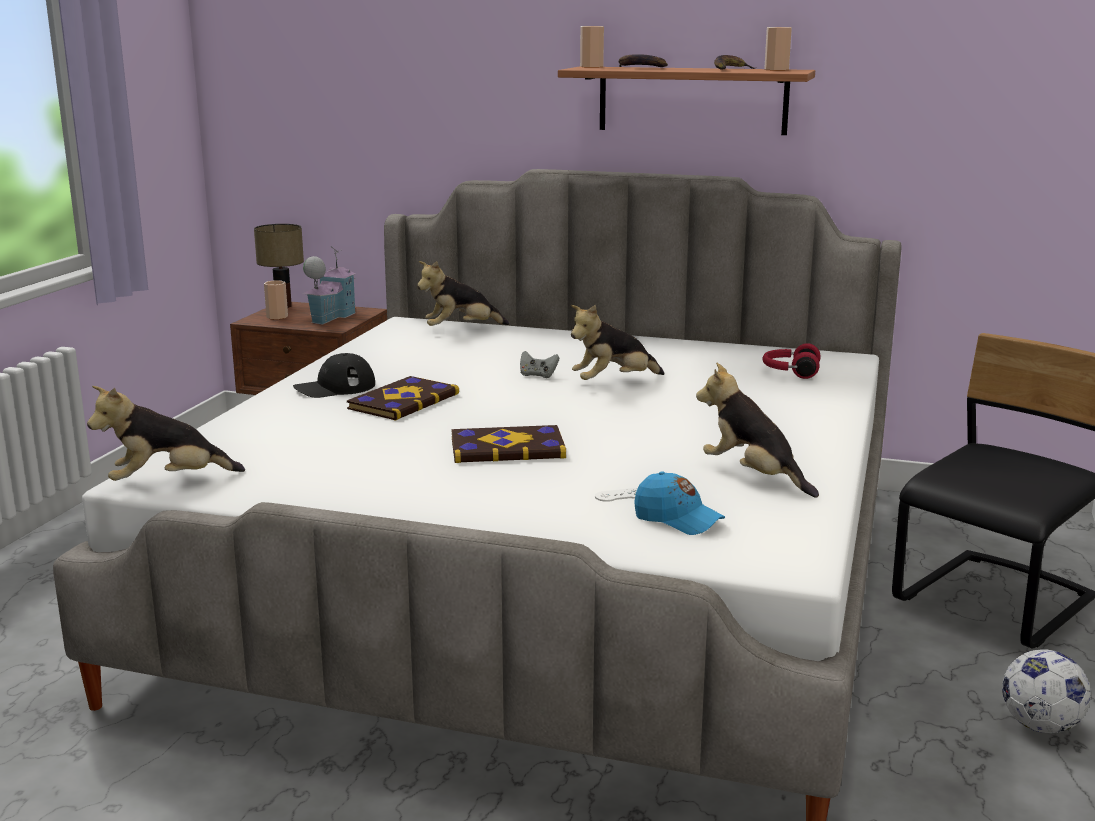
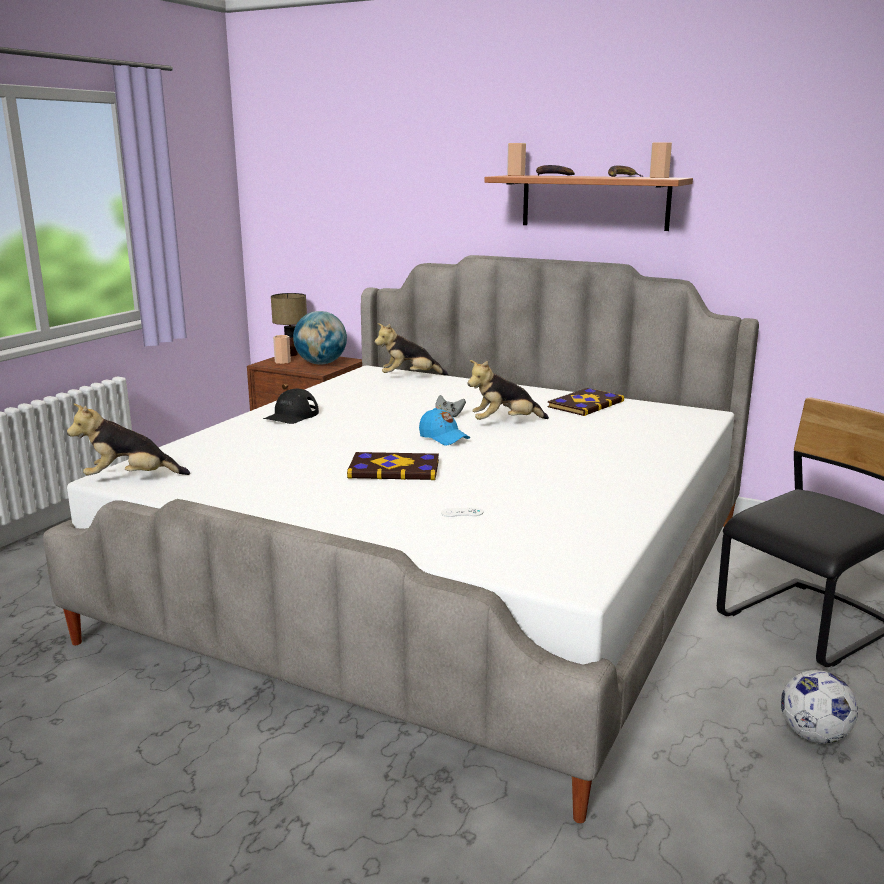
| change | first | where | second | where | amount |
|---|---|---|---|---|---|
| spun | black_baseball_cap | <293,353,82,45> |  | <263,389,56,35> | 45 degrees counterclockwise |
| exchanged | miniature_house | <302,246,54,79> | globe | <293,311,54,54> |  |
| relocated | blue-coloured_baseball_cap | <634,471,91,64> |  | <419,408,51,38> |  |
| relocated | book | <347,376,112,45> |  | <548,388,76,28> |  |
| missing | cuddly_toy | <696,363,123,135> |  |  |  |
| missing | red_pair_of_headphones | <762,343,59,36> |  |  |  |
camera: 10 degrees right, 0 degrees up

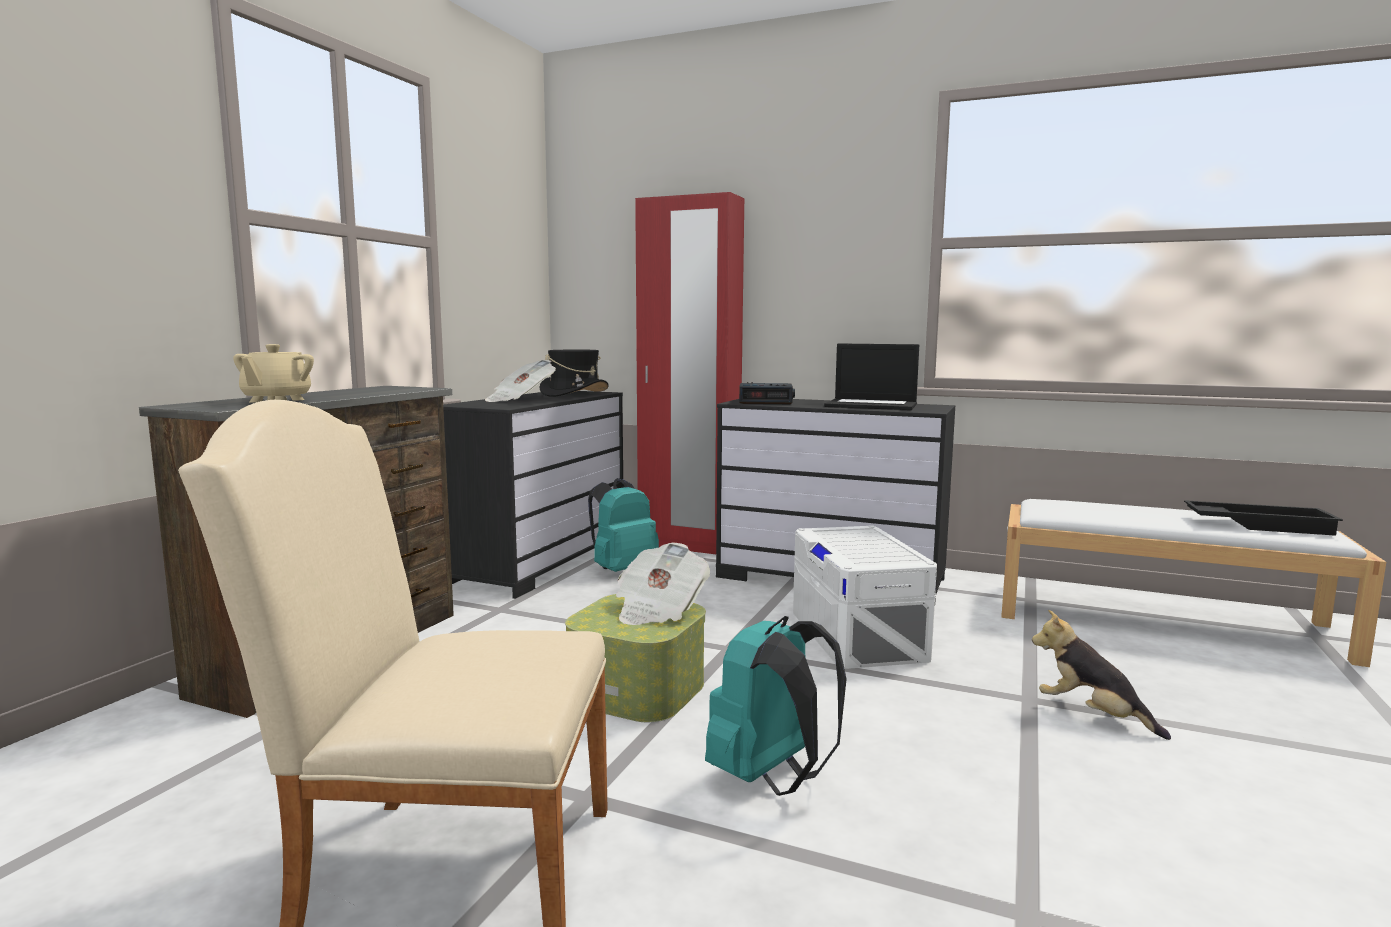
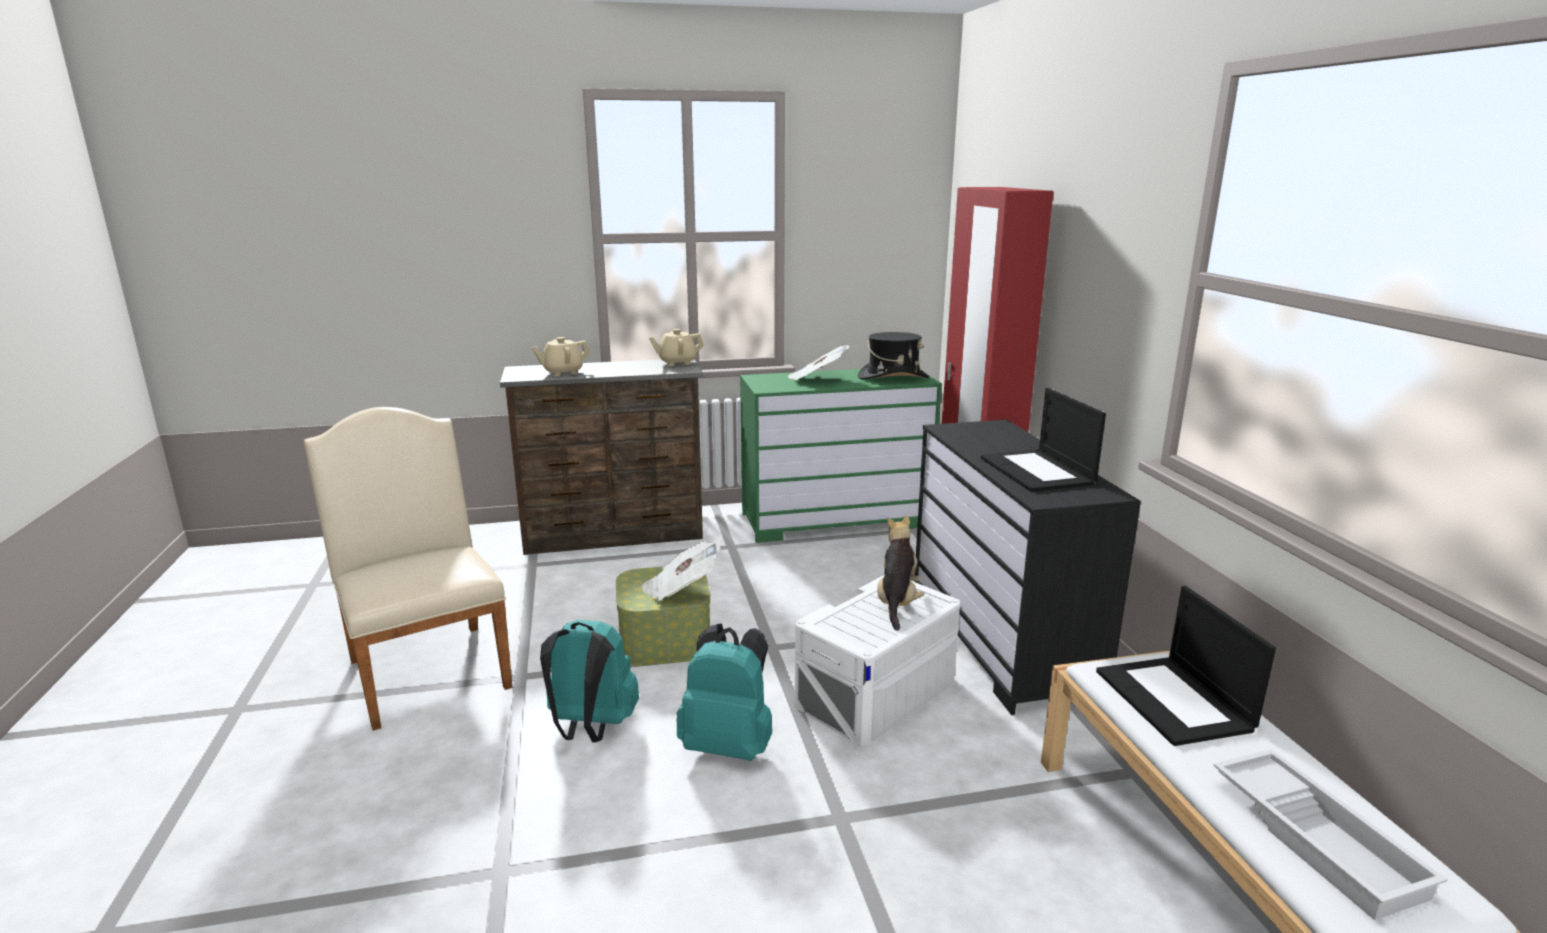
| change | first | where | second | where | amount |
|---|---|---|---|---|---|
| appeared |  |  | beige_pot_for_tea | <649,329,55,37> |  |
| relocated | blue-green_knapsack | <588,478,71,94> |  | <676,623,96,138> |  |
| colour | black_dresser | <443,391,180,208> | greenish_dresser | <740,369,202,174> |  |
| relocated | cuddly_toy | <1032,610,139,130> |  | <877,515,47,116> |  |
| appeared |  |  | notebook_computer | <1096,586,180,160> |  |
| colour | black_tray | <1184,500,159,36> | white_tray | <1213,749,235,171> |  |
| missing | table_clock | <739,382,56,22> |  |  |  |
camera: 55 degrees right, 10 degrees up

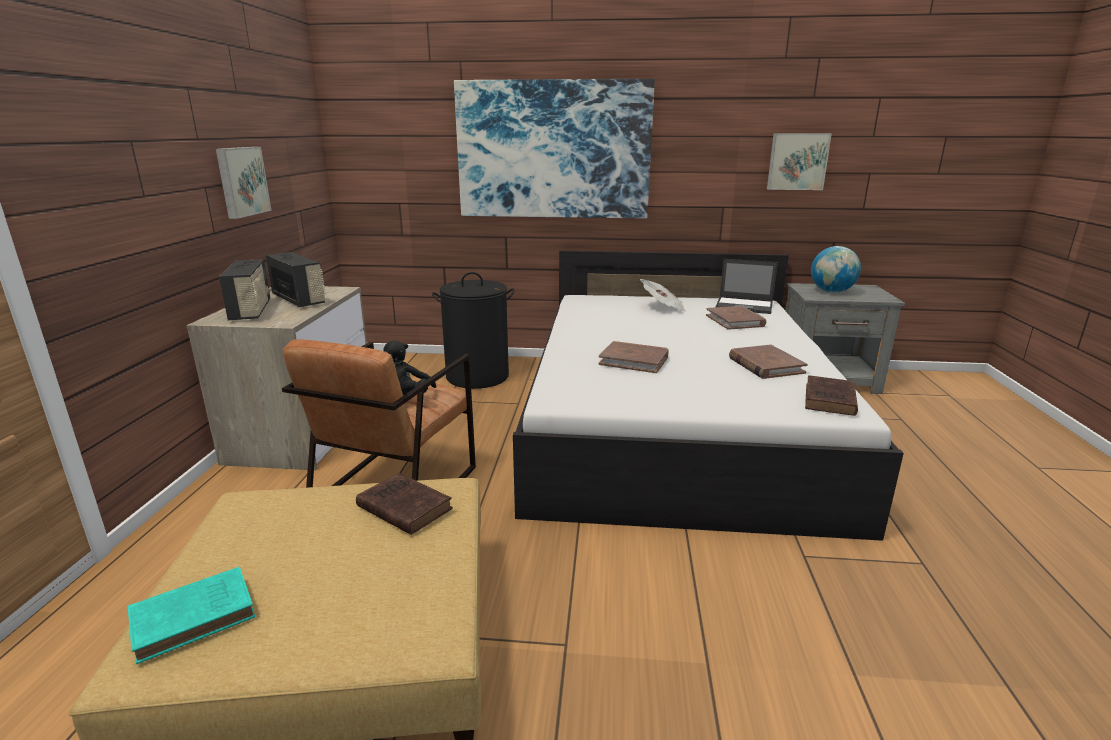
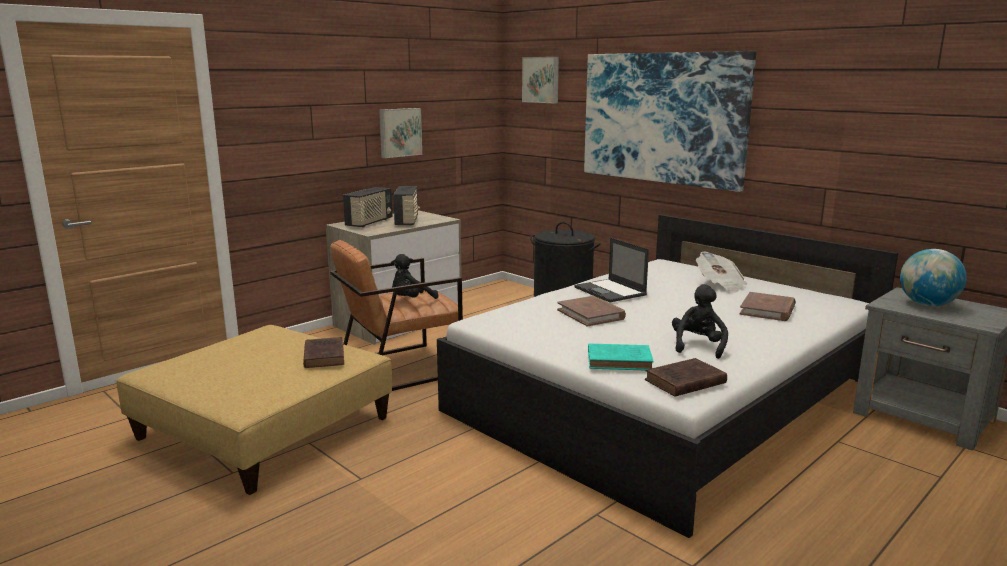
| change | first | where | second | where | amount |
|---|---|---|---|---|---|
| relocated | wall_picture | <767,133,65,57> |  | <522,57,37,46> |  |
| relocated | notebook_computer | <716,259,62,55> |  | <574,238,75,64> |  |
| relocated | blue-green_book | <127,566,128,98> |  | <588,343,65,27> |  |
| exchanged | brown-coloured_book | <729,345,78,34> | black_cuddly_toy | <672,284,56,75> |  |
camera: 40 degrees right, 5 degrees down

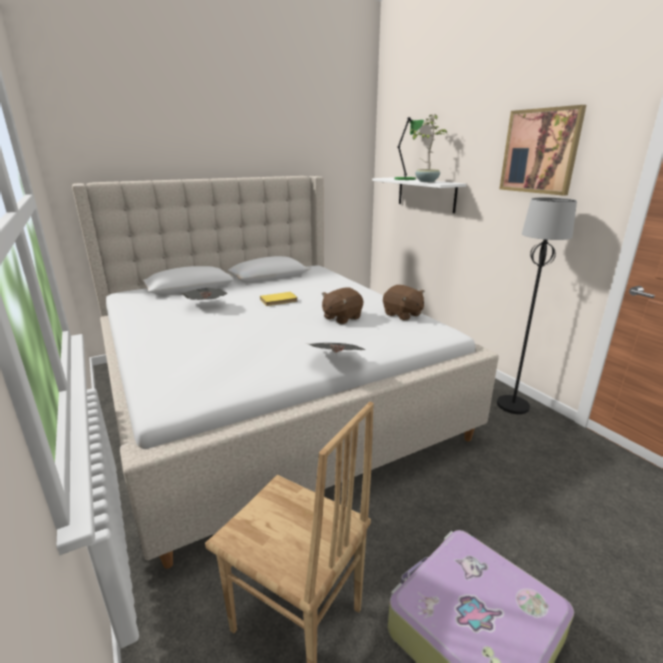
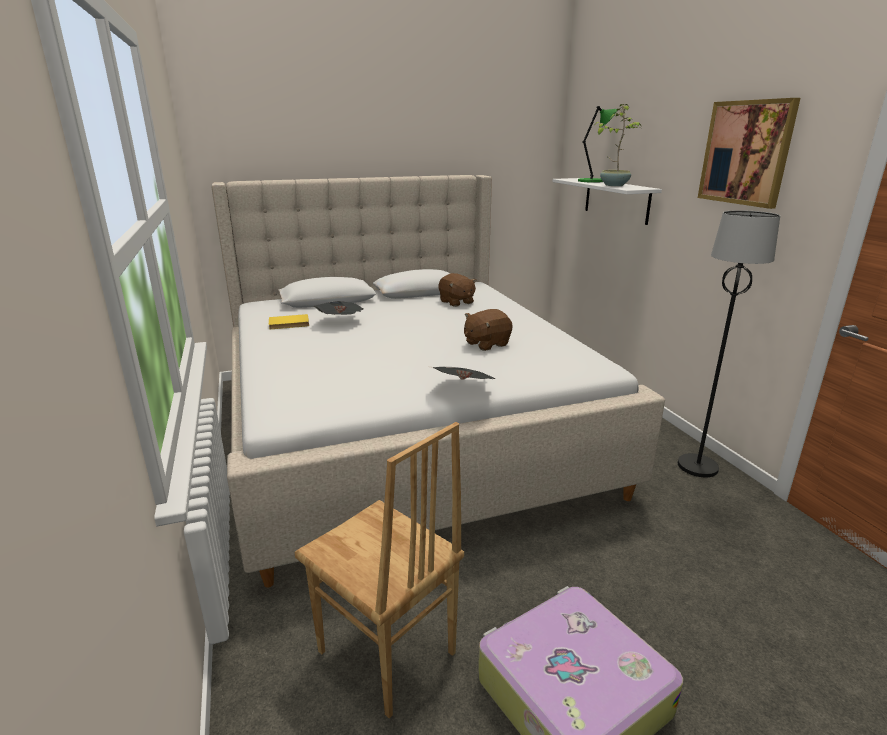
| change | first | where | second | where | amount |
|---|---|---|---|---|---|
| relocated | yellow-coloured_book | <260,292,38,14> |  | <269,314,40,15> |  |
| relocated | brown-coloured_cuddly_toy | <383,285,42,36> |  | <438,273,39,34> |  |
camera: 10 degrees right, 0 degrees up

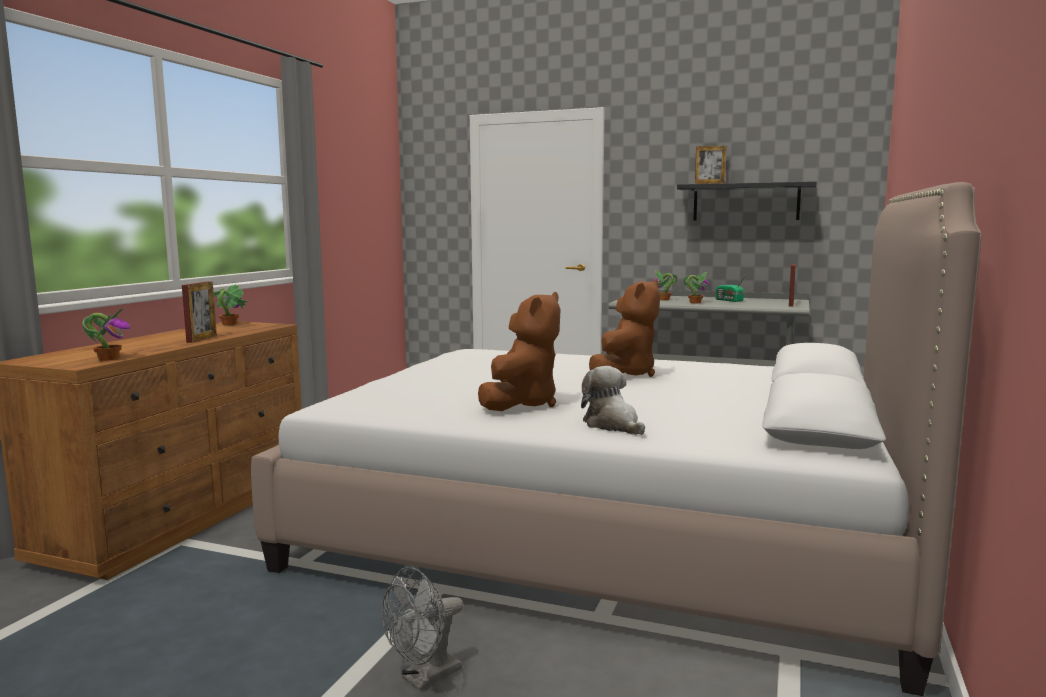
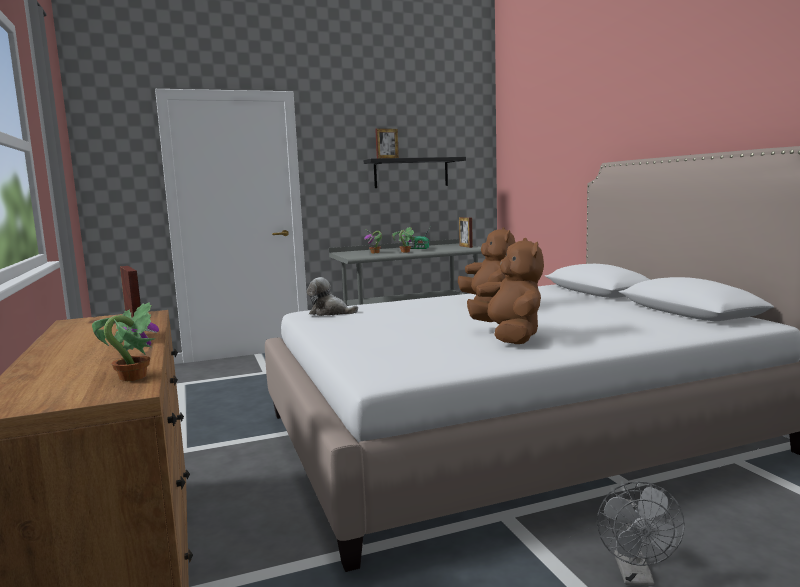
| change | first | where | second | where | amount |
|---|---|---|---|---|---|
| relocated | cuddly_toy | <581,366,64,69> |  | <307,277,51,39> |  |
| missing | houseplant | <214,284,34,41> |  |  |  |
camera: 40 degrees left, 0 degrees up

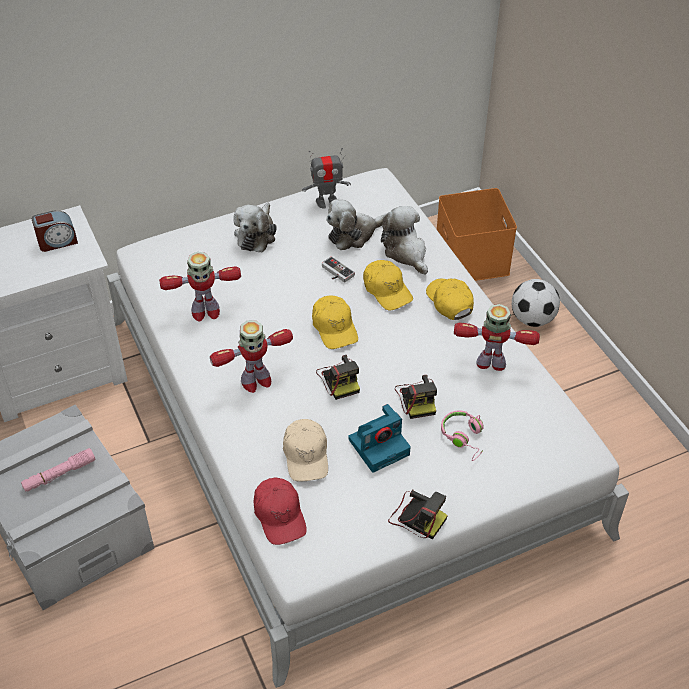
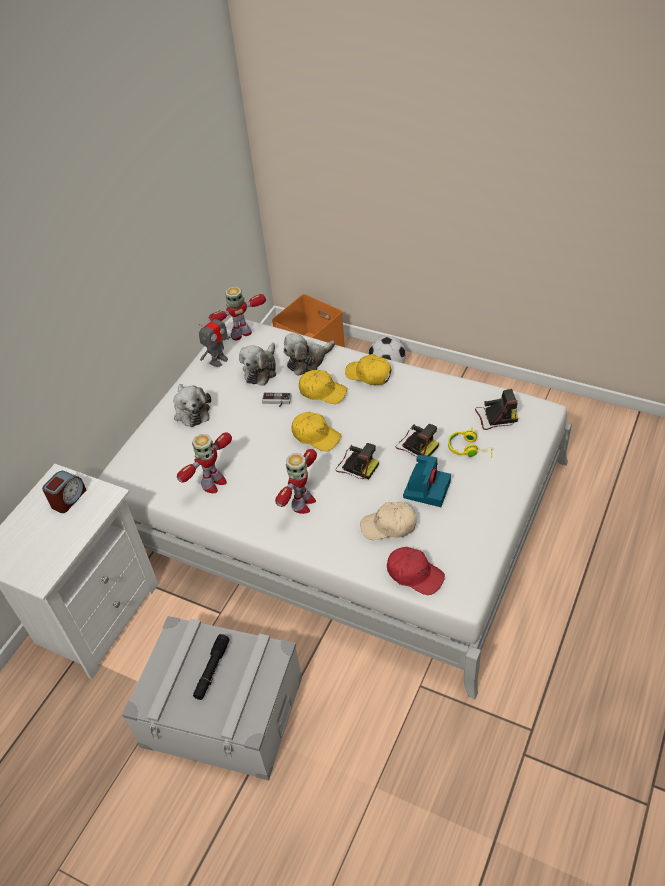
| change | first | where | second | where | amount |
|---|---|---|---|---|---|
| colour | pinkish_hand_torch | <21,448,74,44> | black_hand_torch | <193,634,36,66> |  |
| relocated | model_robot | <454,304,86,67> |  | <209,287,57,53> |  |
| spun | cuddly_toy | <381,206,47,69> |  | <283,333,52,43> | 60 degrees counterclockwise |
| spun | beige_baseball_cap | <283,419,45,62> |  | <360,502,56,38> | 135 degrees clockwise |
| colour | pinkish_pair_of_headphones | <441,410,43,51> | yellow-coloured_pair_of_headphones | <448,427,44,31> |  |
| relocated | photo_camera | <388,490,60,49> |  | <475,389,43,41> |  |
camera: 35 degrees left, 0 degrees up

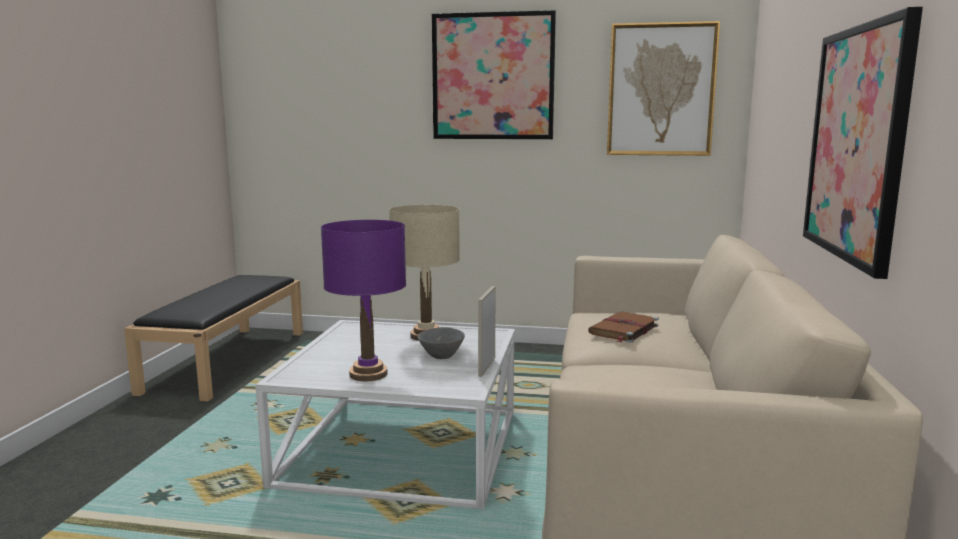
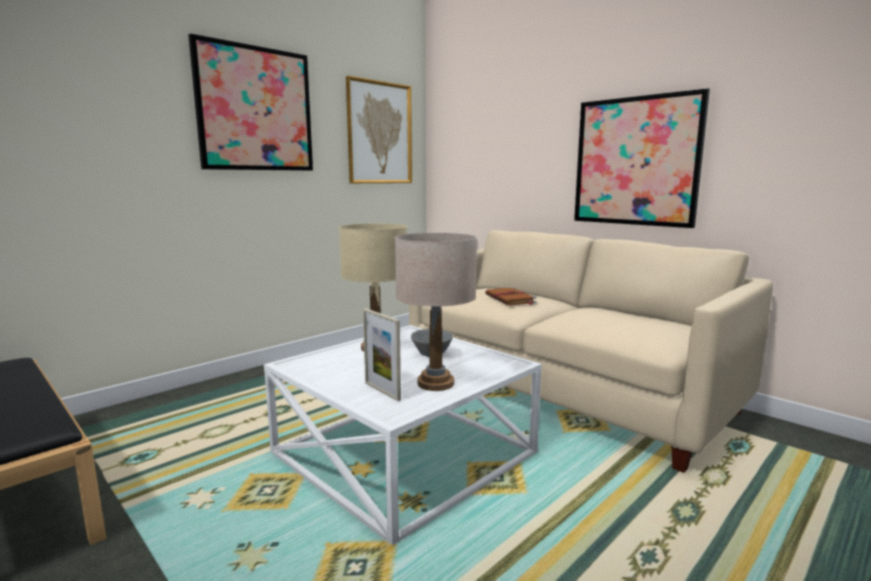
| change | first | where | second | where | amount |
|---|---|---|---|---|---|
| relocated | standing_frame | <478,286,18,91> |  | <363,308,38,93> |  |
| colour | purple-coloured_table_lamp | <321,220,85,161> | beige_table_lamp | <395,233,82,158> |  |
camera: 55 degrees left, 0 degrees up

